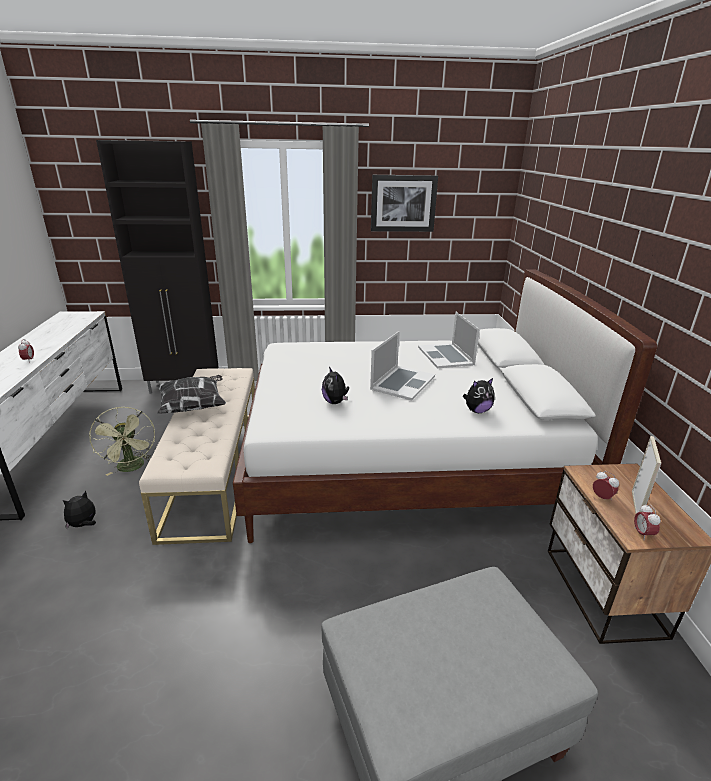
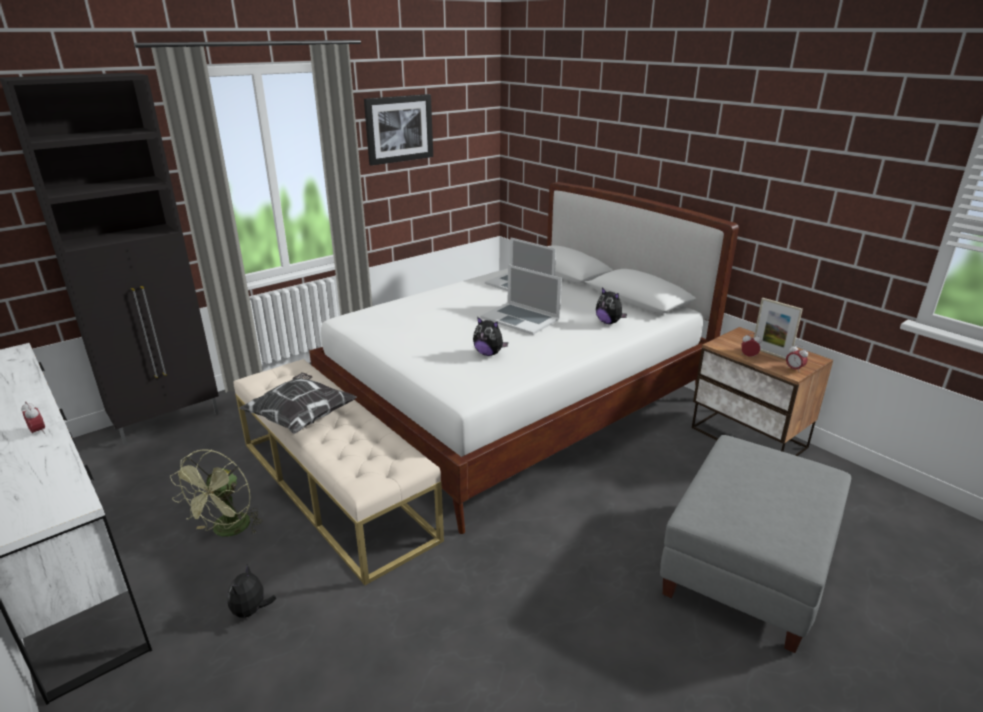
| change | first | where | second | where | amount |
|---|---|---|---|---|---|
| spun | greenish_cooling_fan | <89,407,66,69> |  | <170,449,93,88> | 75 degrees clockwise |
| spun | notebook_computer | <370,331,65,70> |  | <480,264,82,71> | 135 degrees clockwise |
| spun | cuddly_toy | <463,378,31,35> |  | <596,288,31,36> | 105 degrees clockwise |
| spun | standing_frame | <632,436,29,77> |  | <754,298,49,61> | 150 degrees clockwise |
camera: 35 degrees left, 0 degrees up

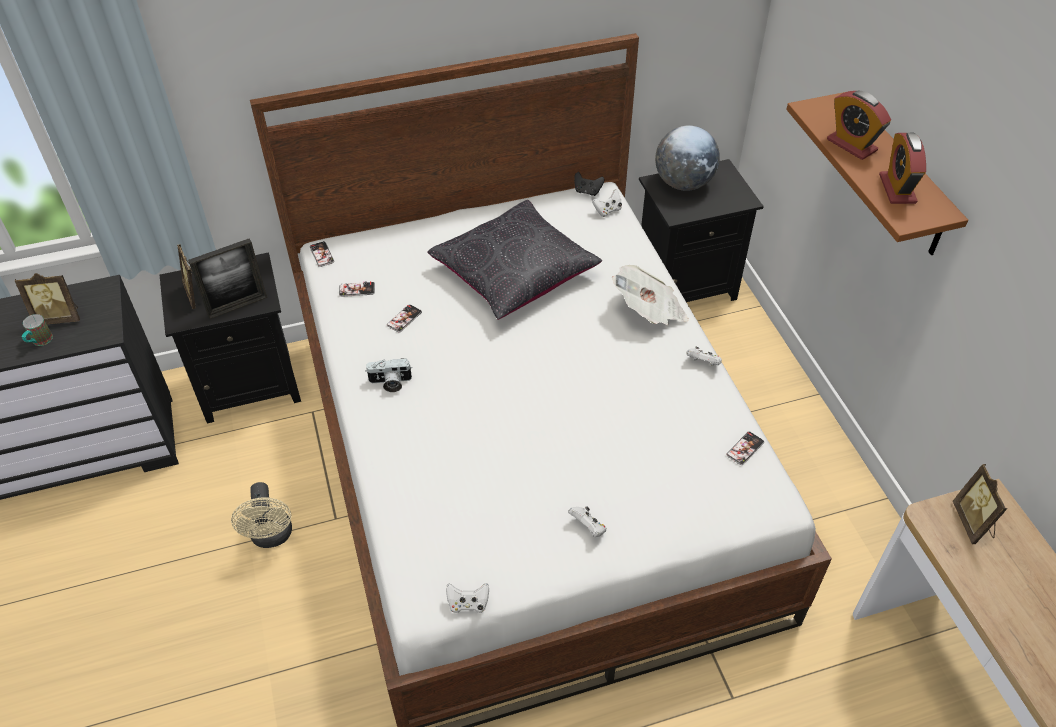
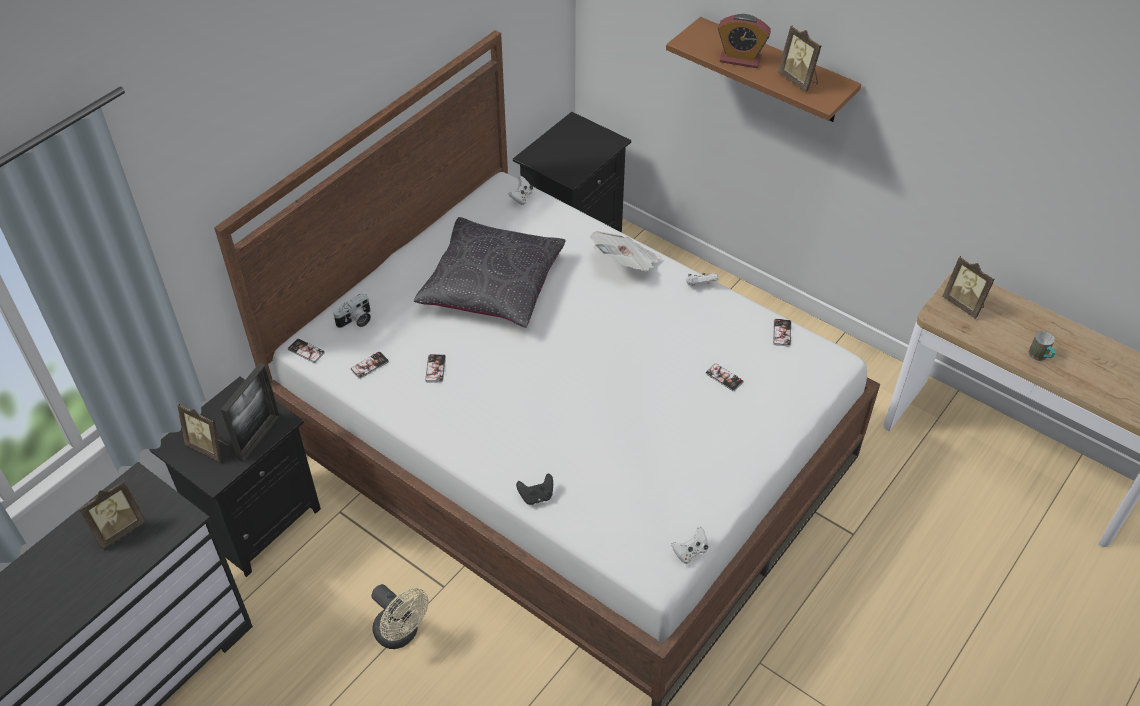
| change | first | where | second | where | amount |
|---|---|---|---|---|---|
| relocated | photo_camera | <365,358,47,34> |  | <333,293,38,35> |  |
| relocated | black_gamepad | <574,172,30,24> |  | <516,474,37,31> |  |
| appeared |  |  | telephone | <706,364,38,27> |  |
| exchanged | table_clock | <879,133,47,71> | standing_frame | <778,25,44,67> |  |
| relocated | mug | <22,314,31,32> |  | <1029,331,27,30> |  |
| missing | white_gamepad | <568,506,38,31> |  |  |  |
| missing | globe | <655,125,65,66> |  |  |  |
camera: 35 degrees left, 0 degrees up

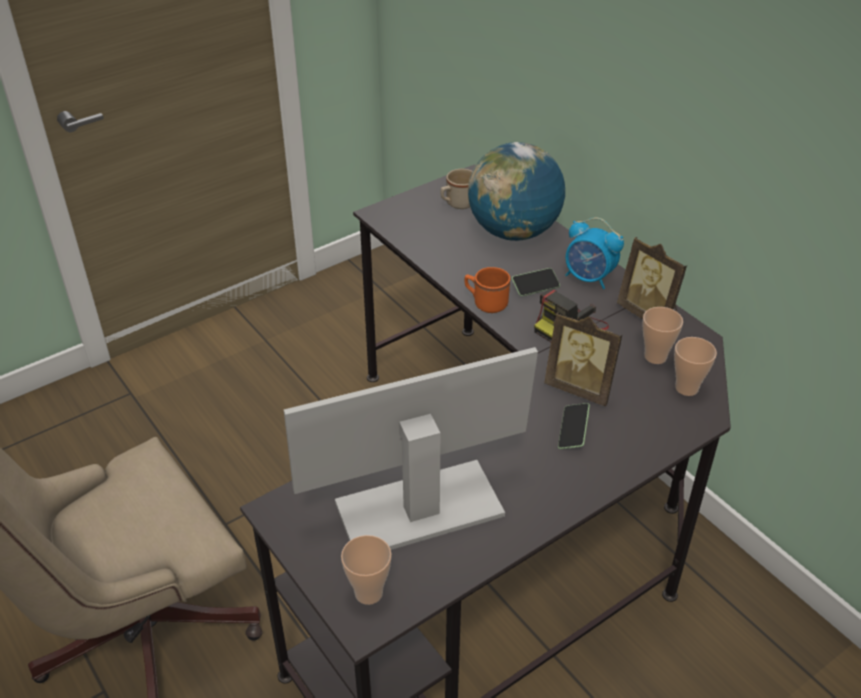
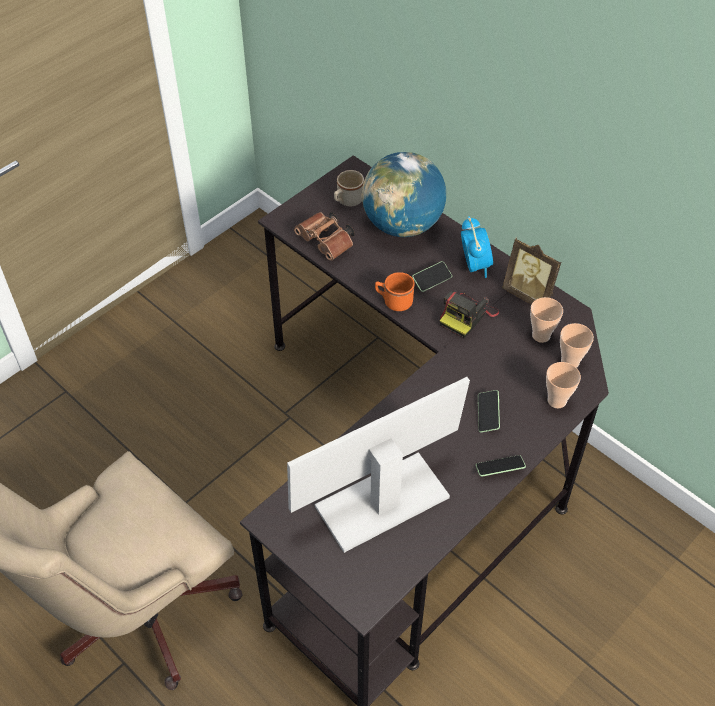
| change | first | where | second | where | amount |
|---|---|---|---|---|---|
| appeared |  |  | brown-coloured_pair_of_binoculars | <294,212,61,49> |  |
| spun | table_clock | <565,218,59,71> |  | <461,216,32,62> | 120 degrees counterclockwise |
| appeared |  |  | telephone | <476,455,50,22> |  |
| relocated | small_cup | <341,535,51,70> |  | <546,362,35,46> |  |
| missing | standing_frame | <544,312,79,94> |  |  |  |
camera: 10 degrees left, 10 degrees up

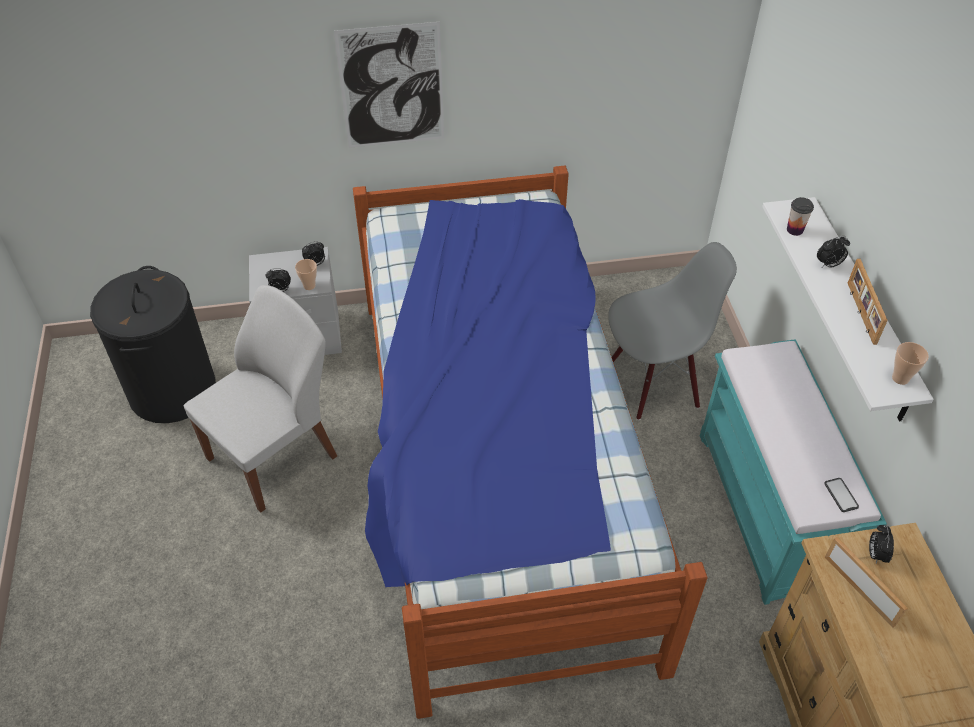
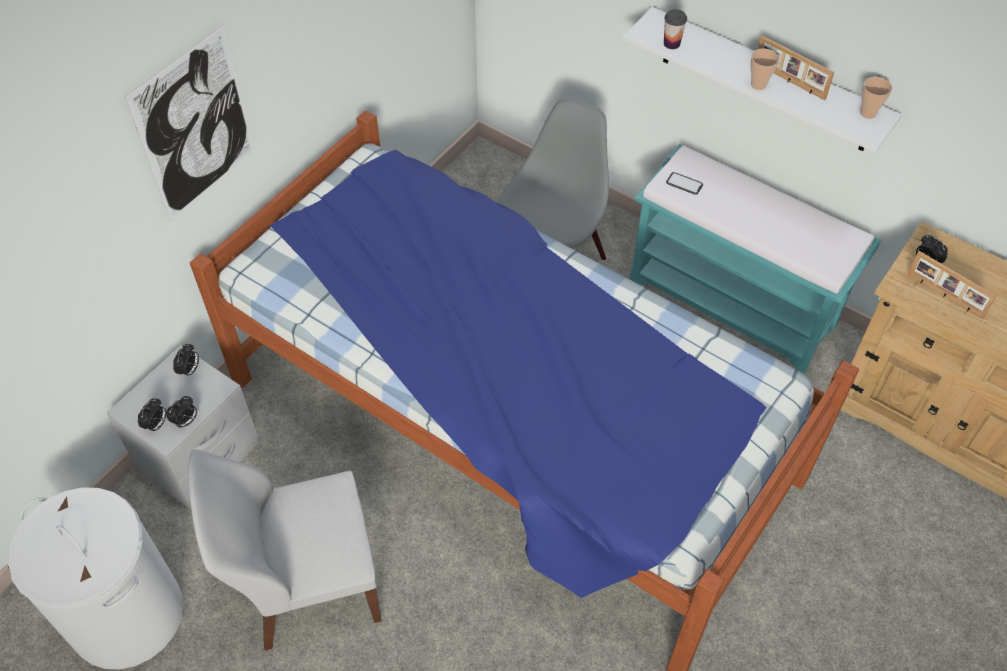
| change | first | where | second | where | amount |
|---|---|---|---|---|---|
| colour | black_washing_basket | <90,266,126,157> | white_washing_basket | <8,487,175,182> |  |
| relocated | table_clock | <817,236,33,32> |  | <138,398,28,34> |  |
| spun | white_chair | <184,285,153,227> |  | <188,450,194,200> | 105 degrees counterclockwise |
| relocated | telephone | <825,478,34,34> |  | <666,172,37,23> |  |
| relocated | small_cup | <295,259,22,31> |  | <751,49,28,41> |  |
| spun | standing_frame | <825,537,83,91> |  | <908,251,88,68> | 150 degrees counterclockwise |
camera: 45 degrees left, 5 degrees up

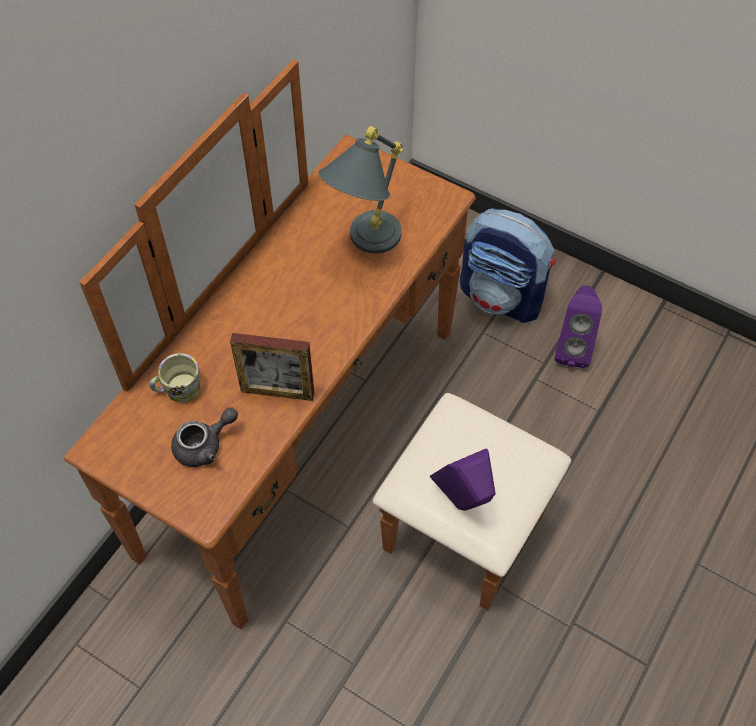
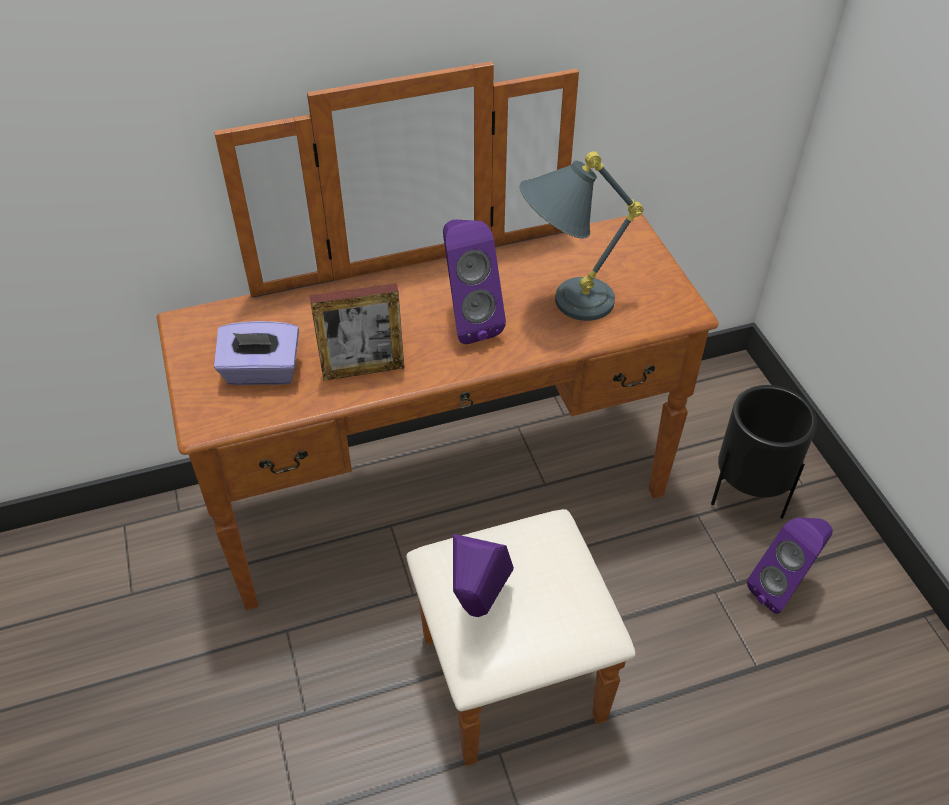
| change | first | where | second | where | amount |
|---|---|---|---|---|---|
| exchanged | grey_pot_for_tea | <171,408,67,59> | purple-coloured_box_of_tissues | <214,321,85,64> |  |
| spun | standing_frame | <230,333,84,68> |  | <309,283,95,98> | 60 degrees counterclockwise |
| appeared |  |  | purple-coloured_speaker | <443,220,63,124> |  |
| exchanged | knapsack | <460,208,96,115> | black_planter | <711,385,106,134> |  |
| missing | mug | <149,353,51,50> |  |  |  |
camera: 40 degrees right, 10 degrees down

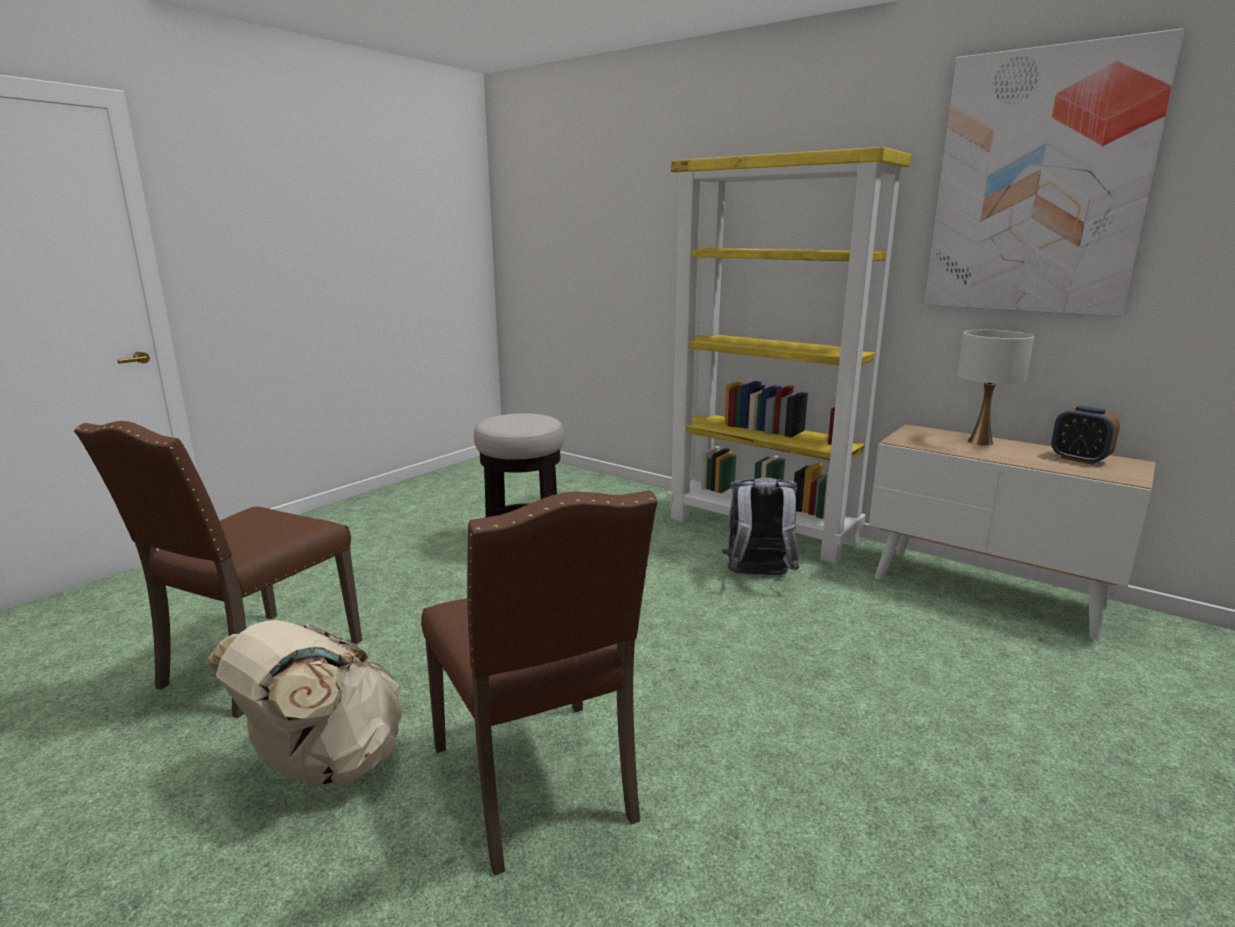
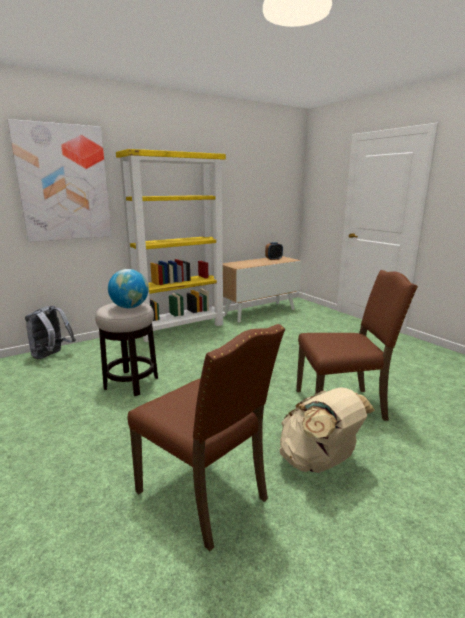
| change | first | where | second | where | amount |
|---|---|---|---|---|---|
| relocated | wall_picture | <924,28,260,289> |  | <7,119,105,123> |  |
| relocated | grey_knapsack | <722,478,77,97> |  | <25,306,51,53> |  |
| appeared |  |  | globe | <108,269,41,39> |  |
| missing | white_table_lamp | <957,330,77,116> |  |  |  |
camera: 70 degrees left, 0 degrees up

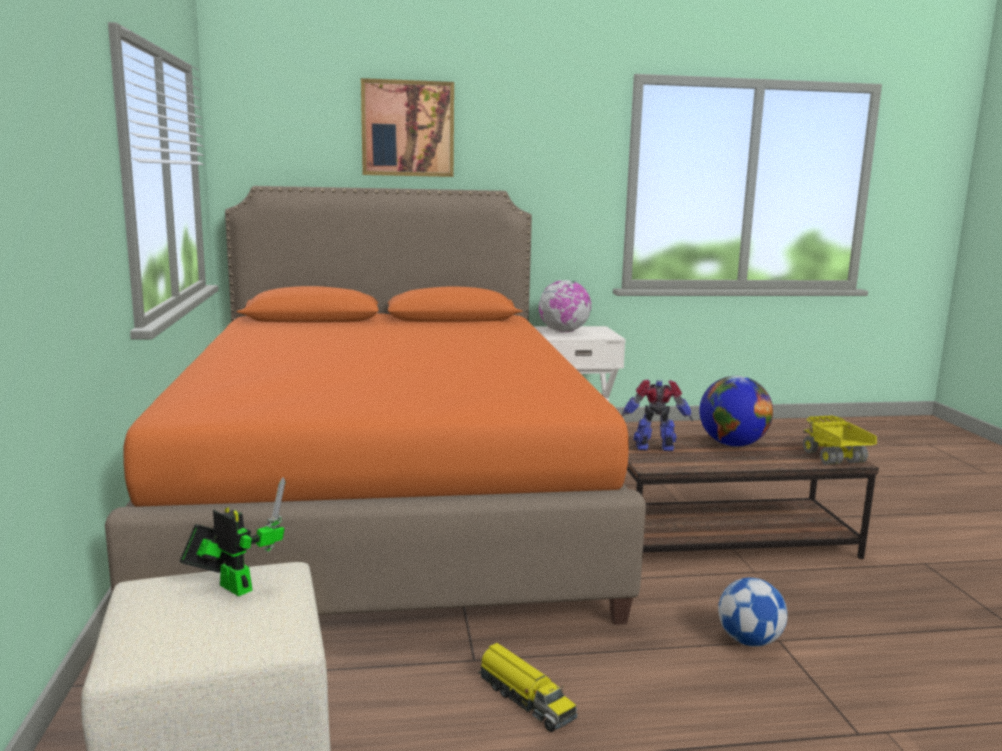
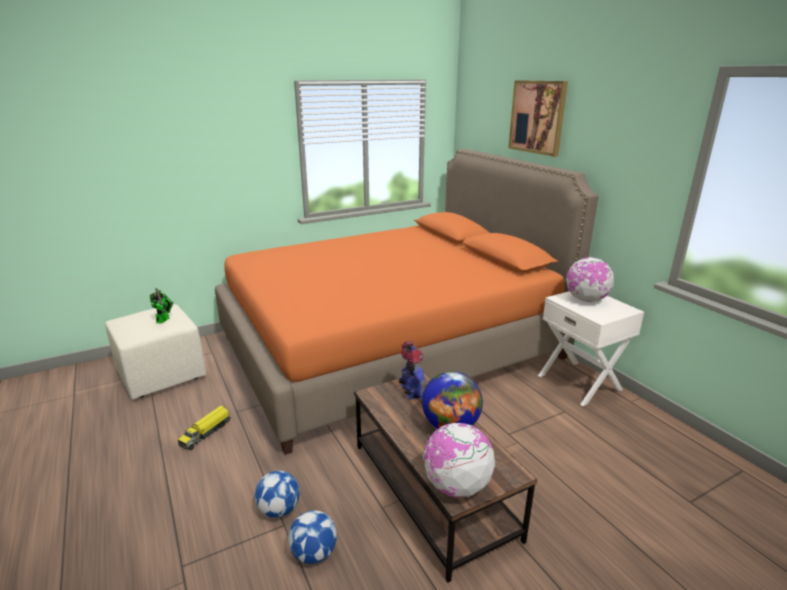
| change | first | where | second | where | amount |
|---|---|---|---|---|---|
| appeared |  |  | football_ball | <288,510,49,54> |  |
| exchanged | toy_truck | <803,416,74,49> | globe | <423,423,72,74> |  |
camera: 70 degrees right, 10 degrees up

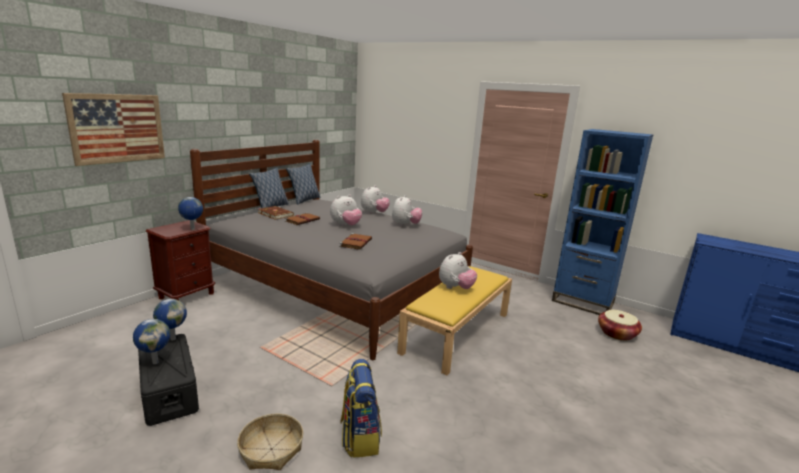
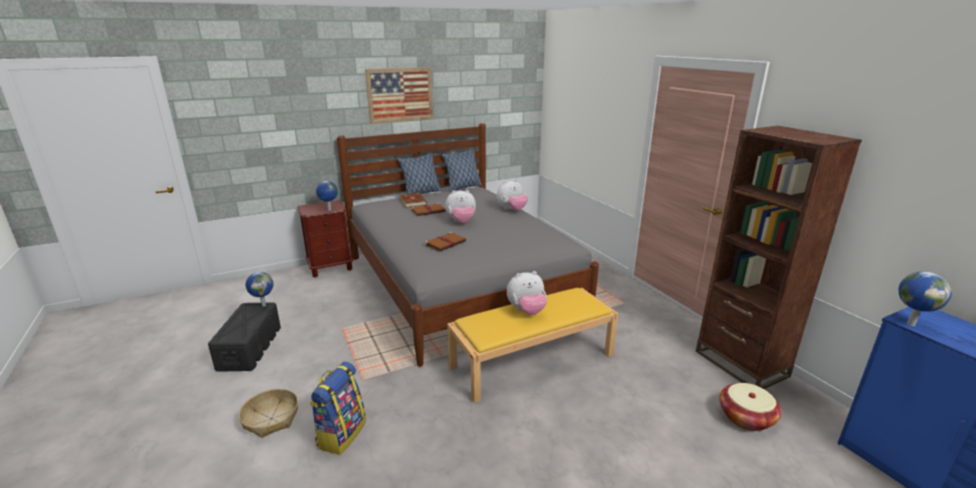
| change | first | where | second | where | amount |
|---|---|---|---|---|---|
| relocated | wall_picture | <62,93,103,73> |  | <365,67,68,57> |  |
| colour | blue-coloured_bookcase | <552,129,101,186> | brown-coloured_bookcase | <696,126,166,263> |  |
| relocated | globe | <133,319,37,45> |  | <898,272,54,54> |  |
| missing | cuddly_toy | <392,195,30,31> |  |  |  |
camera: 30 degrees right, 5 degrees up

